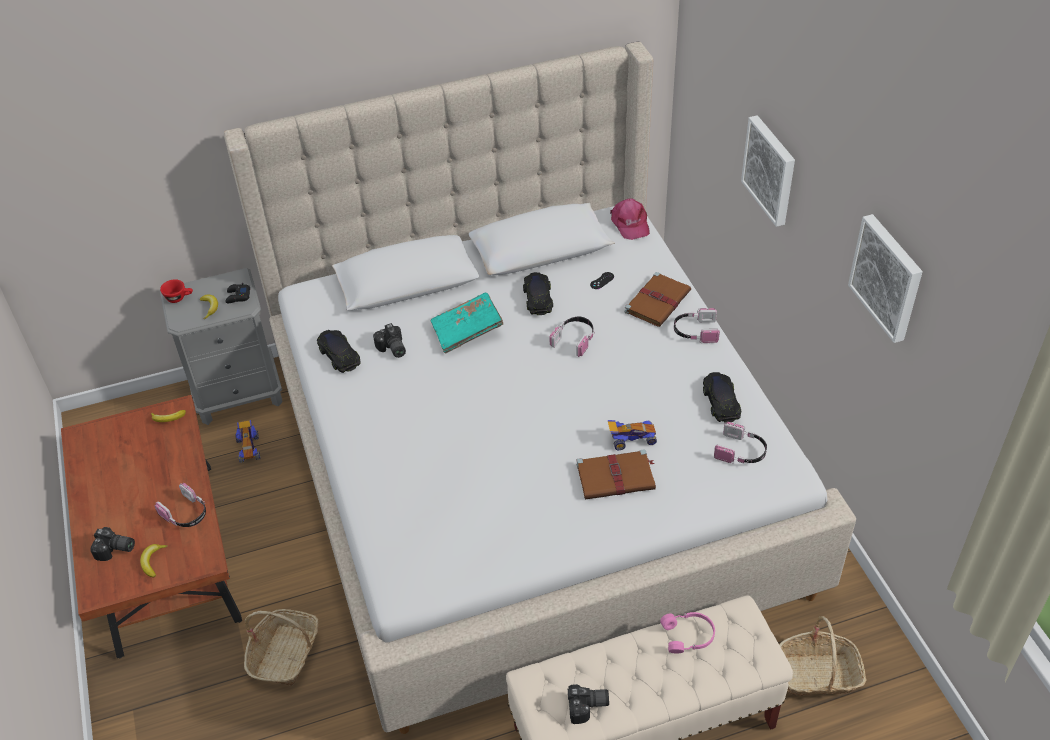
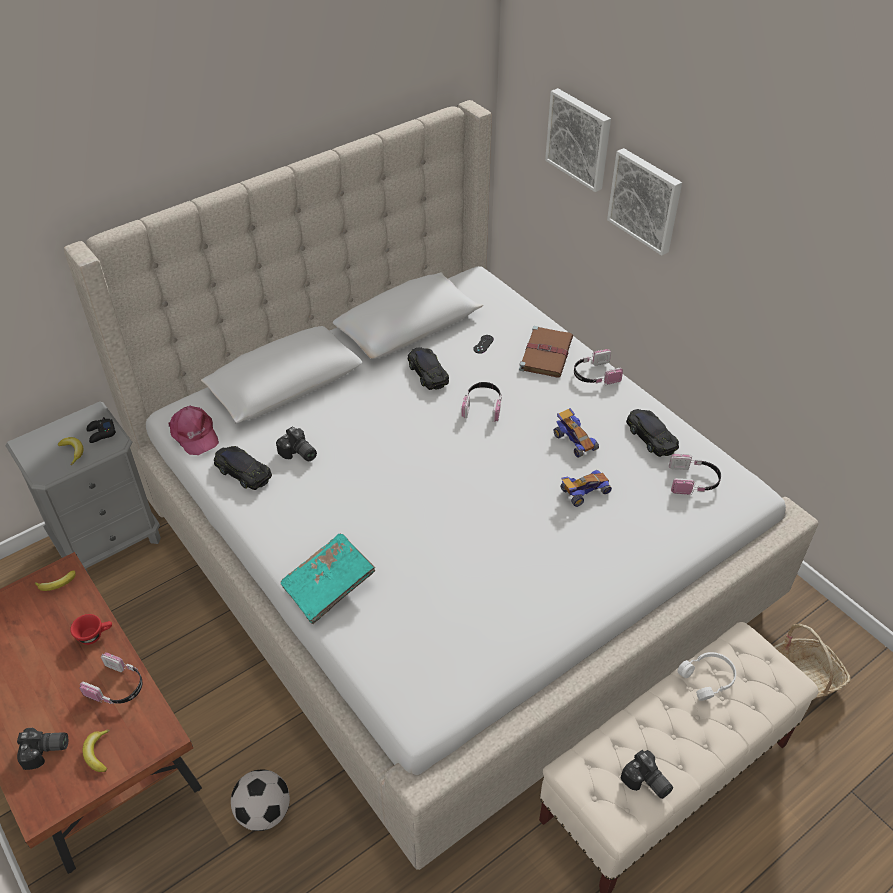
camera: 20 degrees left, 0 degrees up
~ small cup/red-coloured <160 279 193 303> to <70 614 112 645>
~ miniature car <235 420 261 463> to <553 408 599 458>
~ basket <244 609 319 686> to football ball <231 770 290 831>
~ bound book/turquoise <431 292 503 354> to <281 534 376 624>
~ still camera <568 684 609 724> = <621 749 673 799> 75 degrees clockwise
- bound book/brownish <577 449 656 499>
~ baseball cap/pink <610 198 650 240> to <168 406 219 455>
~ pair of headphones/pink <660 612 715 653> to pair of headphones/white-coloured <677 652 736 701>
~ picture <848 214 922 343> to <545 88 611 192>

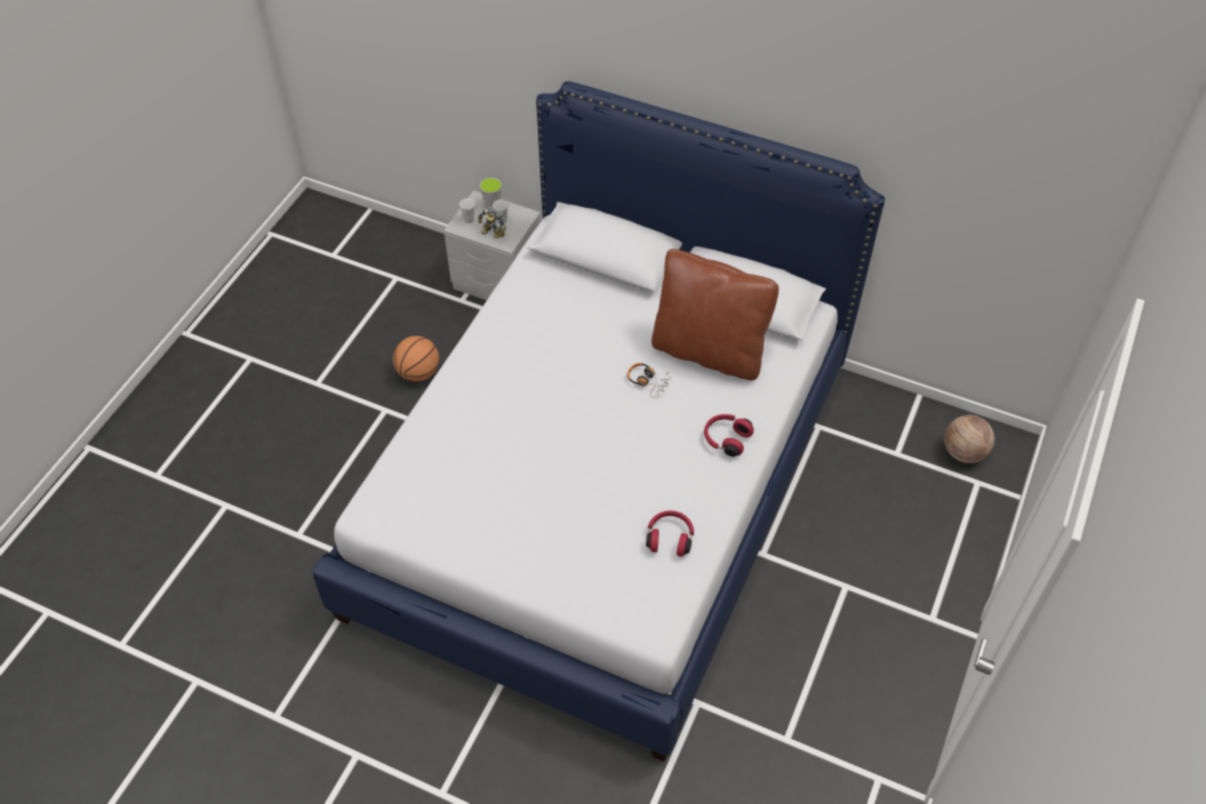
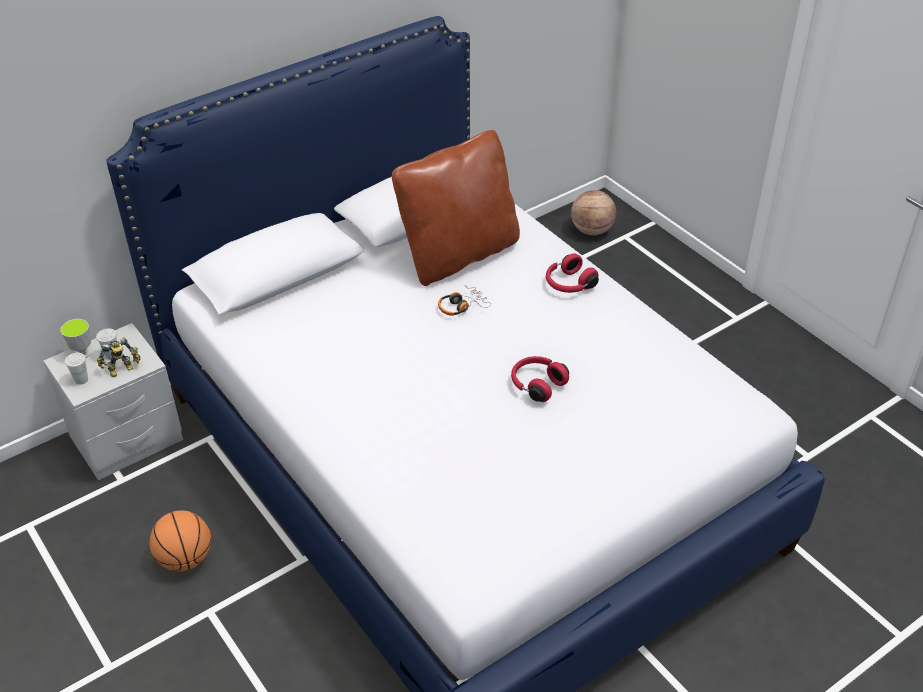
camera: 60 degrees left, 10 degrees down
~ pair of headphones/red-coloured <646 511 694 557> to <511 356 569 402>

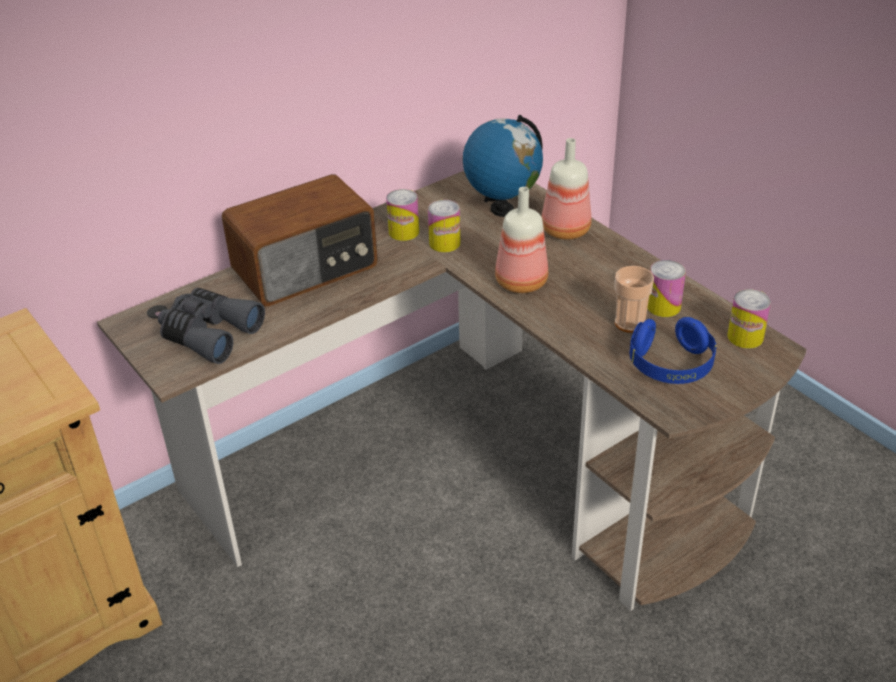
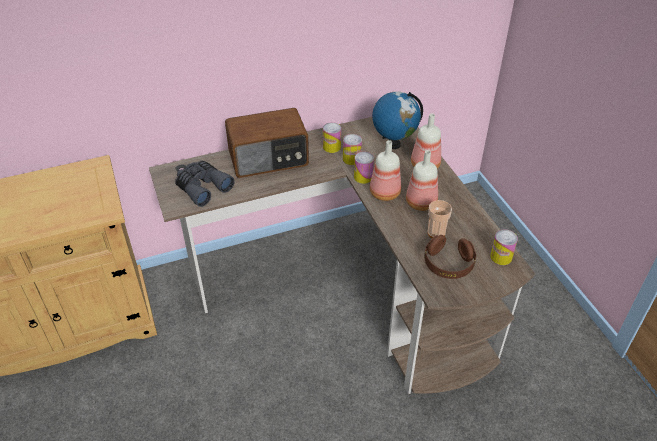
camera: 15 degrees right, 5 degrees up
~ pair of headphones/bluish <629 317 716 384> to pair of headphones/brownish <424 235 476 279>
~ metal can <647 260 686 317> to <354 152 374 184>
+ drink bottle <406 150 438 211>

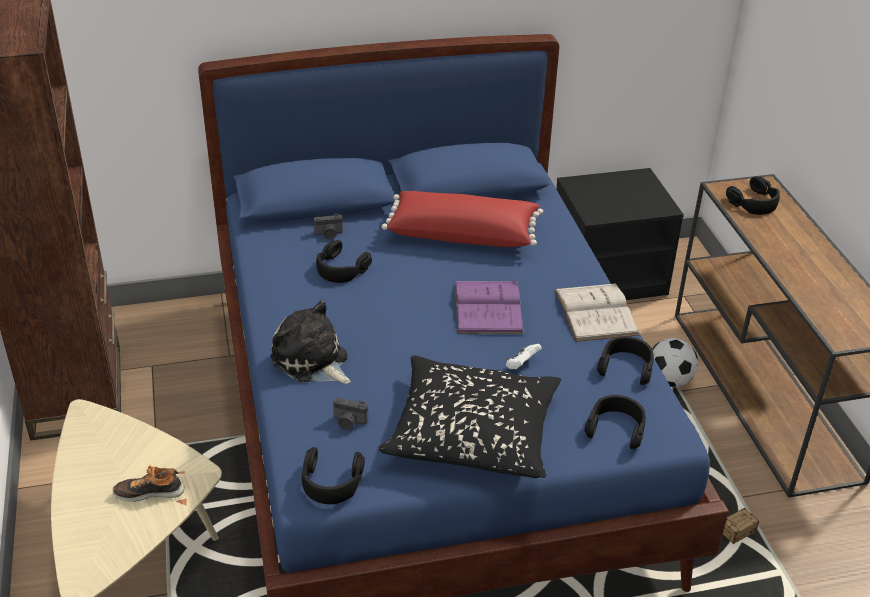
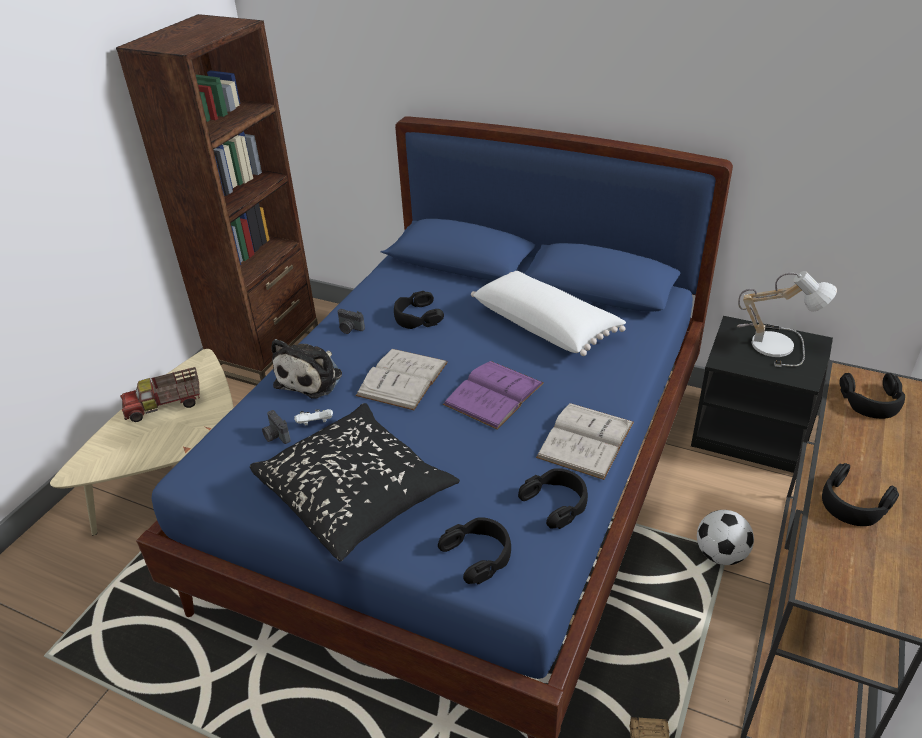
camera: 40 degrees right, 0 degrees up
- item of footwear <113 465 185 502>
~ plush toy <271 301 351 384> = <271 339 342 399> 150 degrees counterclockwise
~ pair of headphones/black <302 447 365 504> to <822 463 899 526>
~ still camera <313 214 343 240> to <338 309 365 334>
~ throw pillow/red-coloured <382 191 543 247> to throw pillow/white-coloured <471 271 626 356>
~ gamepad/white-coloured <506 344 542 370> to <294 409 333 426>
+ model truck <120 367 200 422>
+ bound book/white-coloured <356 349 448 410>
+ table lamp <737 271 837 367>

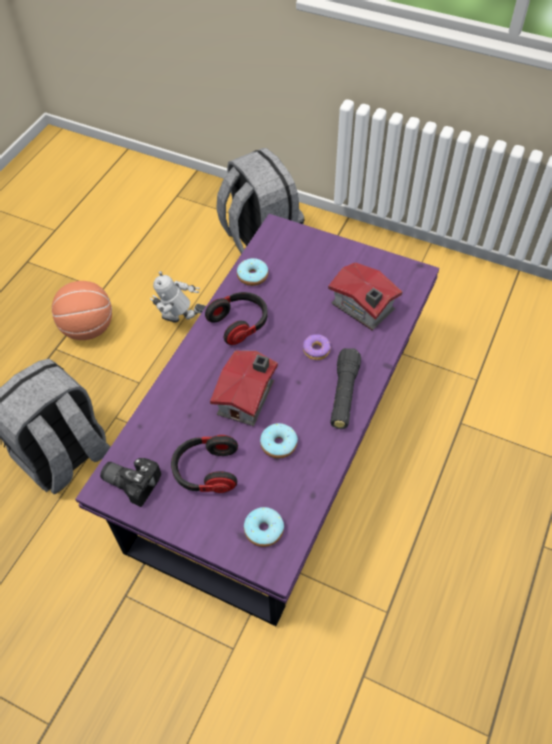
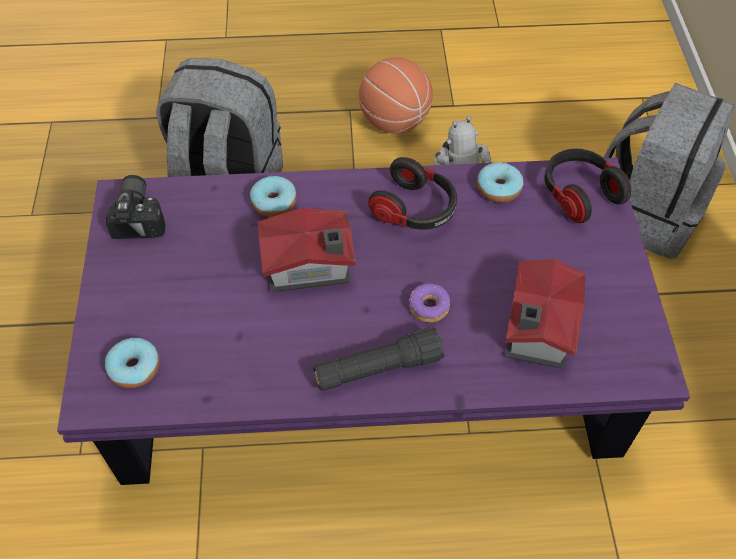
camera: 60 degrees right, 0 degrees up
~ pair of headphones <171 435 238 493> to <545 148 631 223>
~ donut <260 423 298 459> to <250 176 297 217>

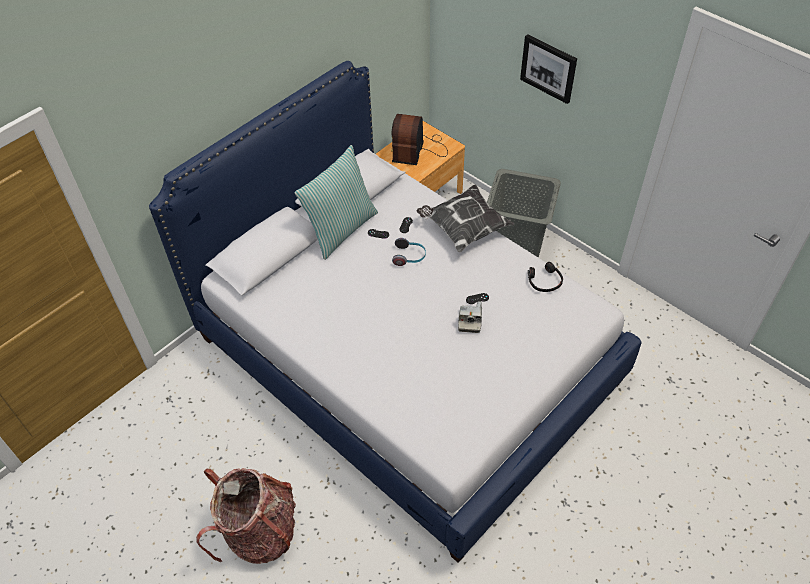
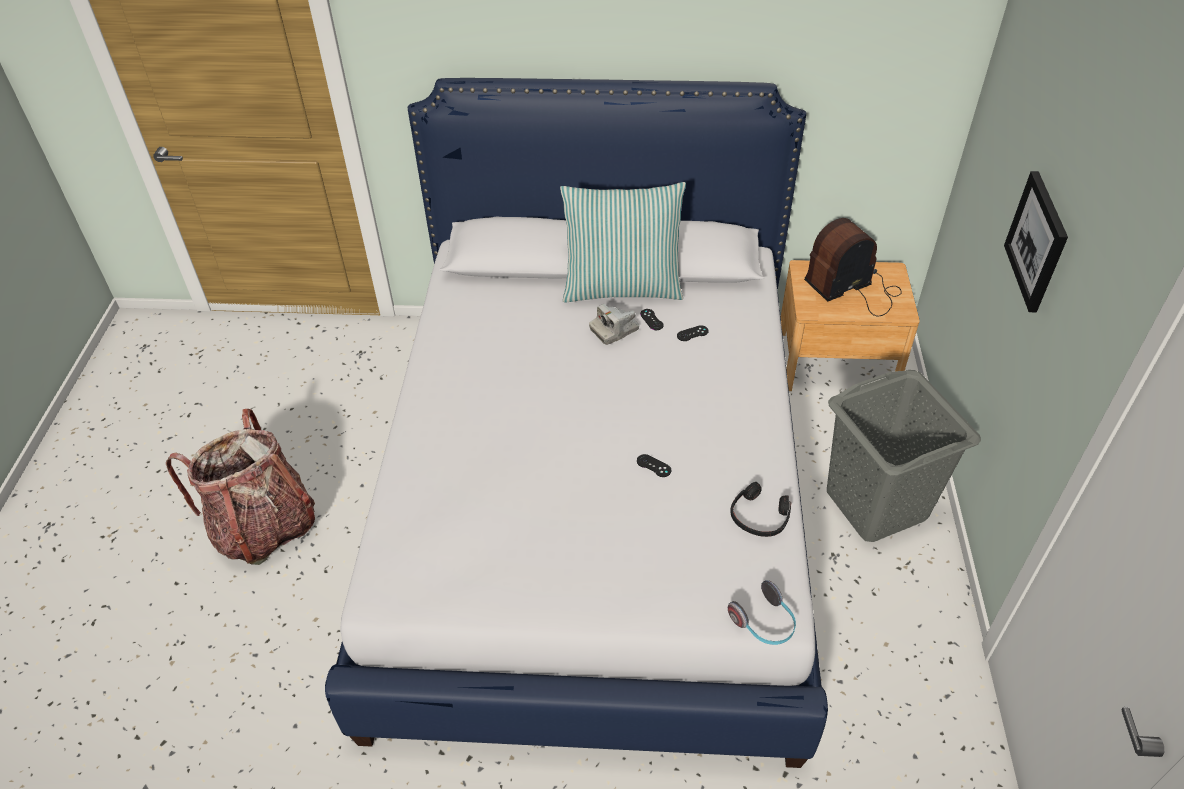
camera: 50 degrees right, 5 degrees down
~ pair of headphones <392 238 426 266> to <728 580 796 645>
- throw pillow <417 185 515 252>
~ still camera <458 301 482 333> to <589 304 639 345>

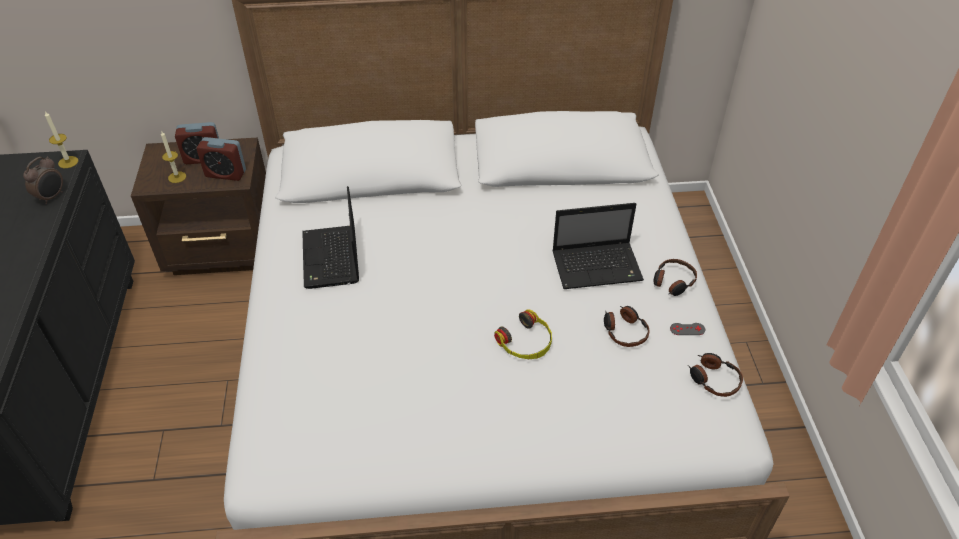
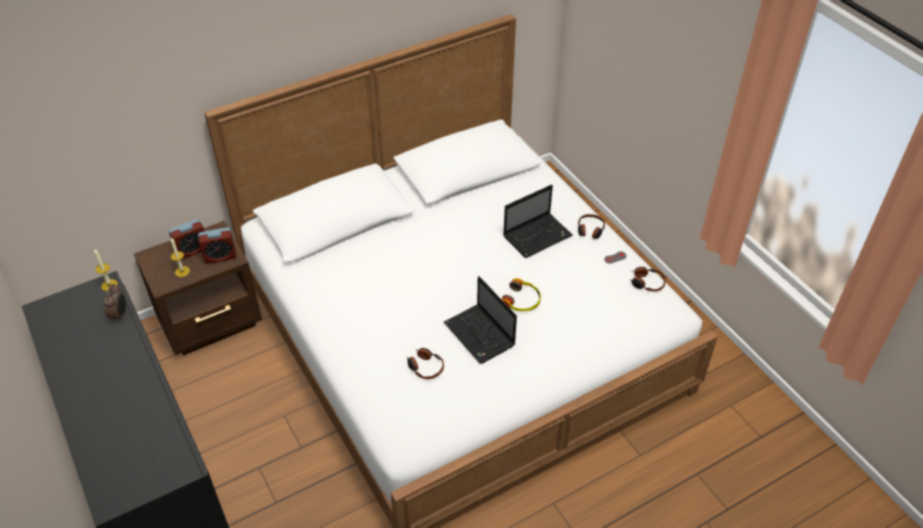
camera: 25 degrees left, 0 degrees up
~ notebook computer <302 186 359 289> to <444 276 517 364>
~ pair of headphones <604 306 649 347> to <407 348 444 379>

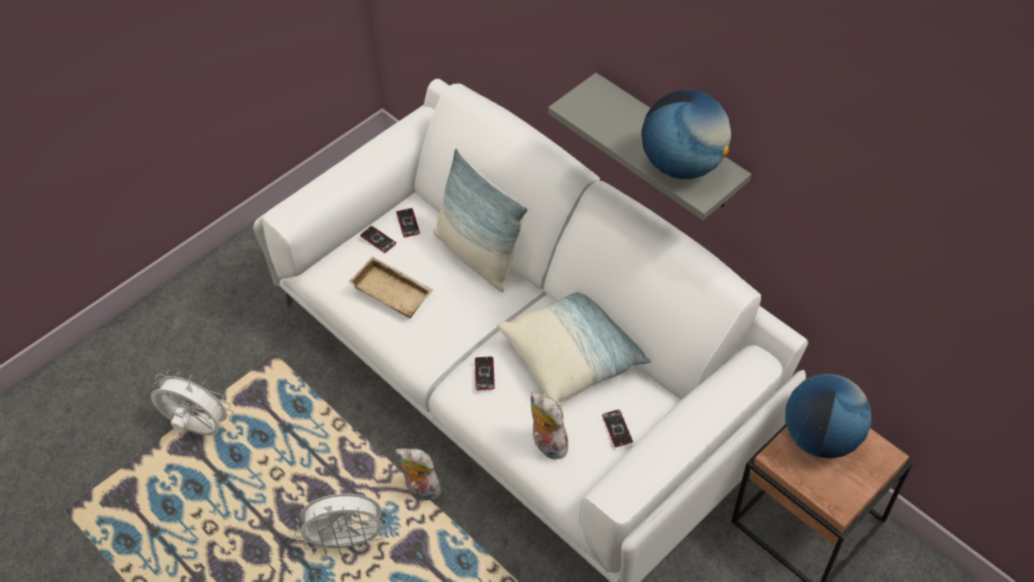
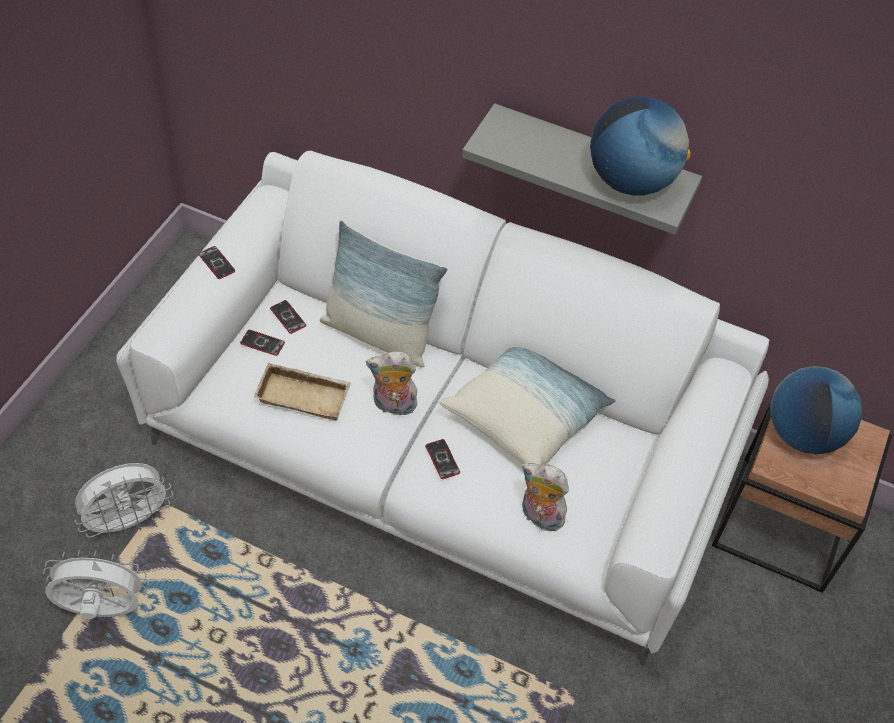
camera: 25 degrees left, 0 degrees up
~ fan/white-coloured <294 494 389 555> to <74 463 173 539>
~ plush toy <396 448 442 500> to <366 352 419 416>
~ handset <602 410 633 447> to <199 246 235 279>

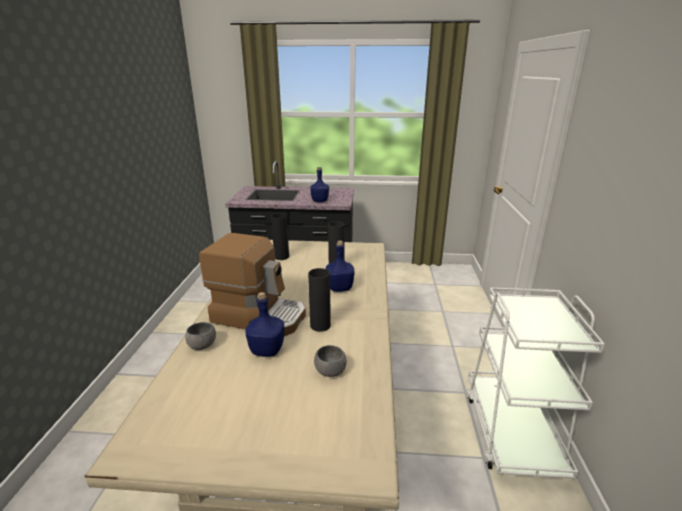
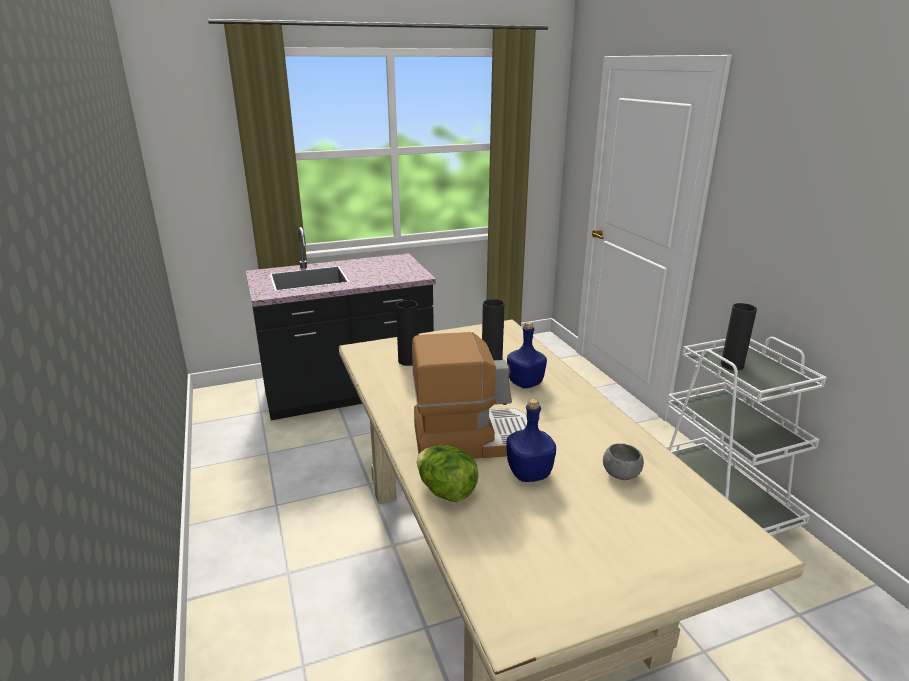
camera: 25 degrees left, 0 degrees up
~ serving bowl/greyish <185 322 216 350> to head of lettuce <417 444 479 502>
~ vase/black <308 268 331 332> to <721 303 757 370>
- drink bottle/bluish <310 167 329 202>

